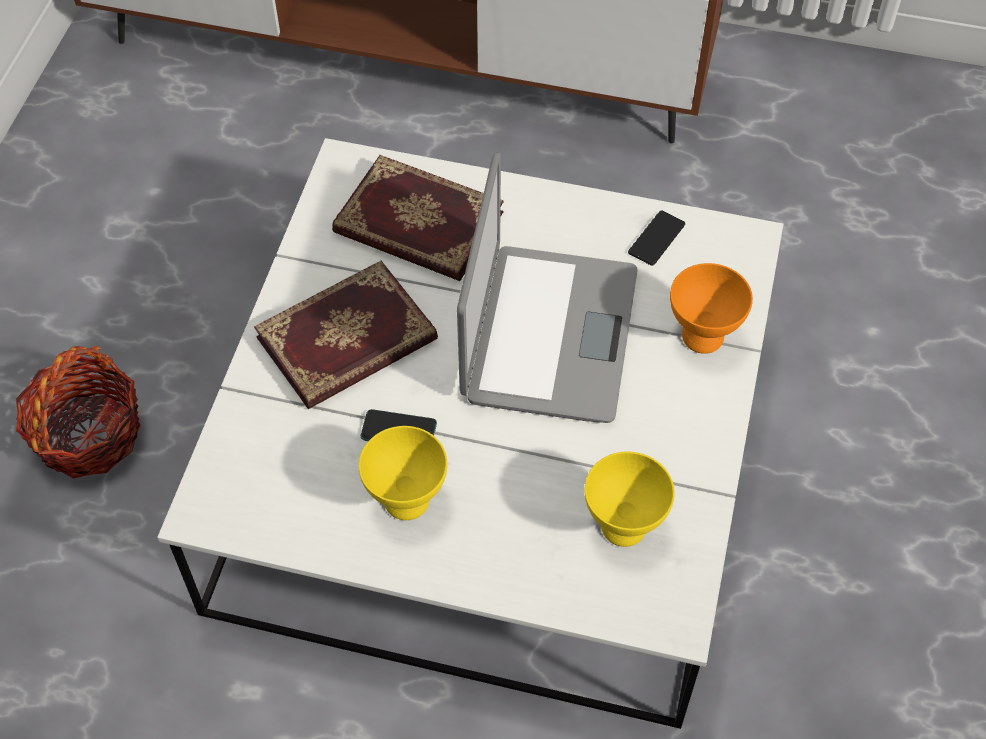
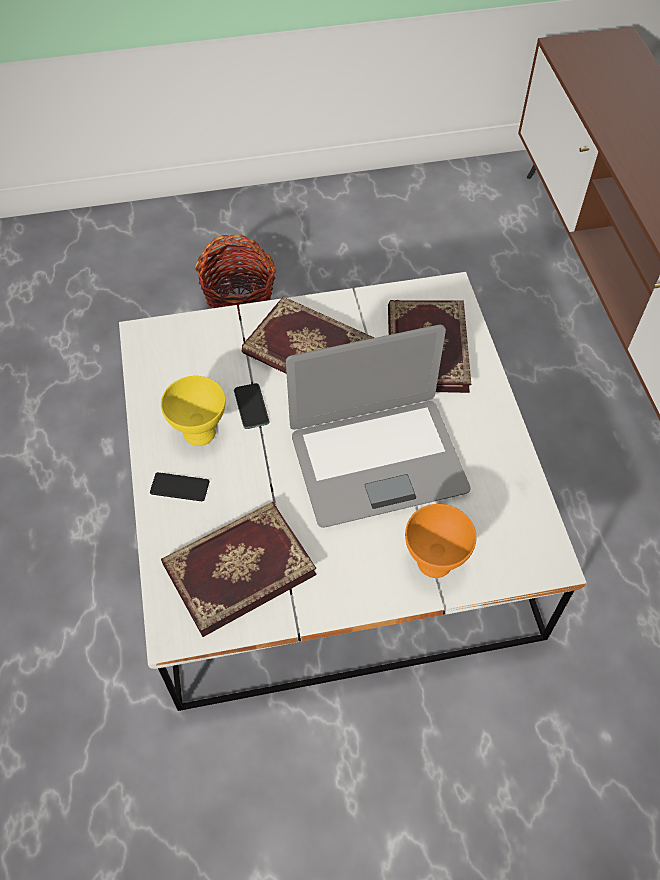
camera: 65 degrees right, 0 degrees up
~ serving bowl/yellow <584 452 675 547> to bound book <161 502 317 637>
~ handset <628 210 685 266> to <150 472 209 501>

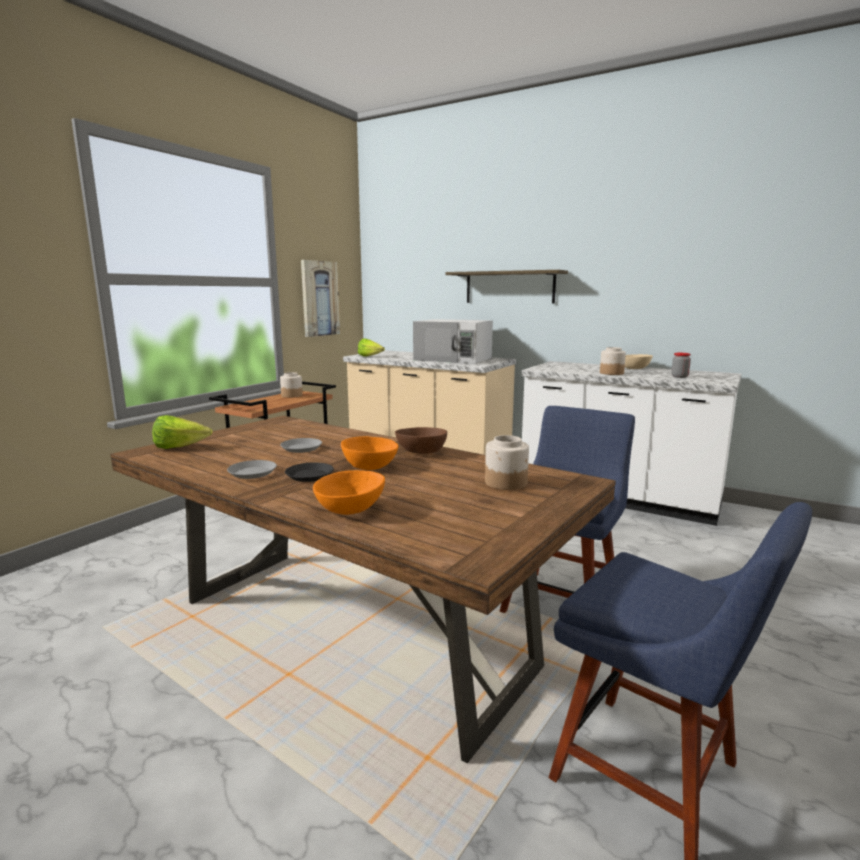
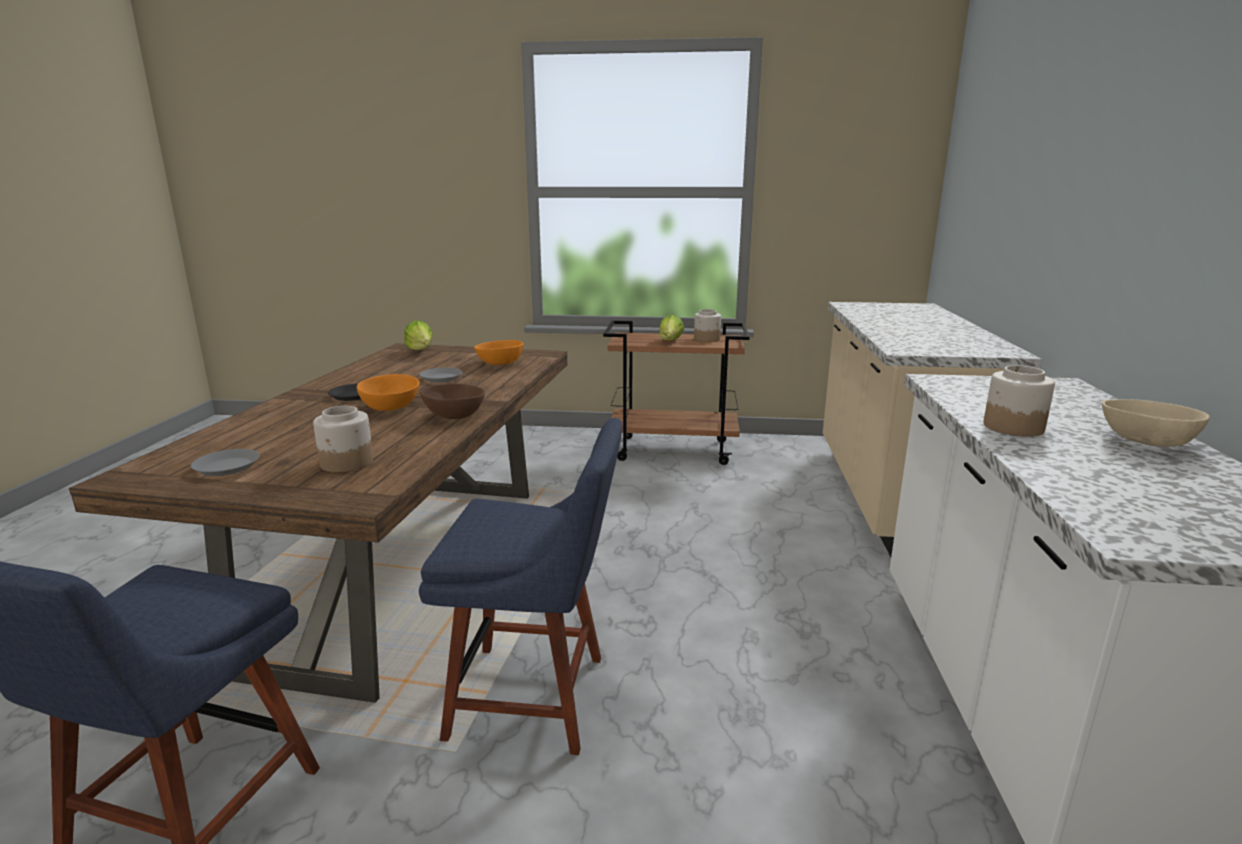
camera: 65 degrees right, 5 degrees up
~ plate/greyish <227 460 277 479> to <191 449 260 476>
- picture <301 260 340 337>
~ serving bowl/orangey <313 470 385 515> to <474 340 524 365>
~ head of lettuce <358 338 385 357> to <659 315 684 340>
- microwave/white-coloured <413 319 493 363>
- wall shelf <445 270 568 304>
- jar <671 353 691 378>

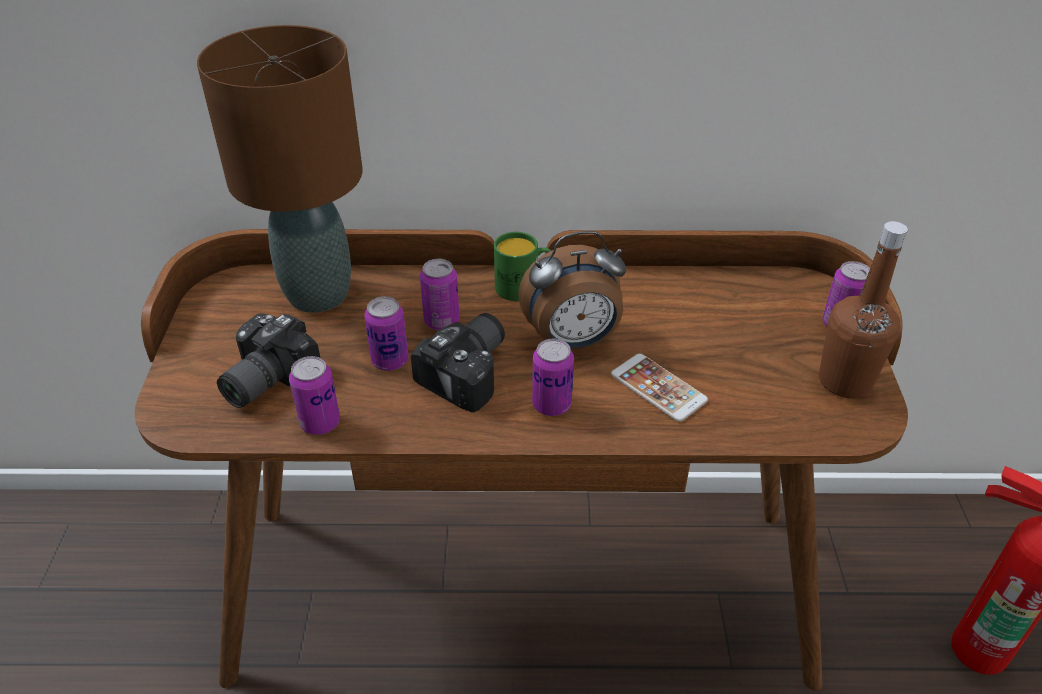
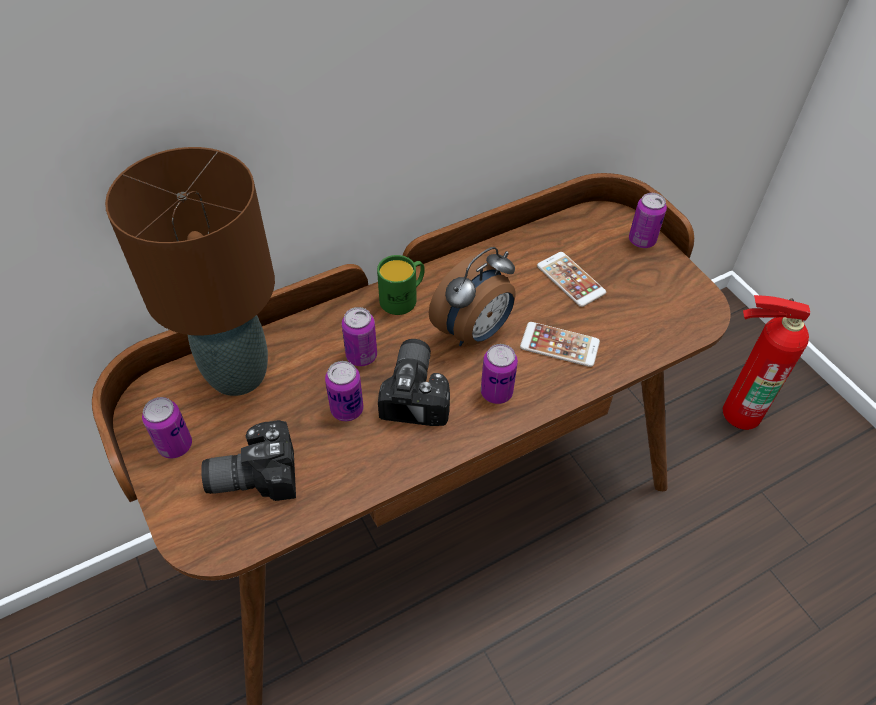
camera: 30 degrees left, 10 degrees up
~ still camera <217 313 320 408> = <201 420 296 501> 75 degrees clockwise
~ metal can <289 356 340 435> to <142 397 192 459>
- drink bottle/brownish <819 221 908 398>
+ handset <537 252 606 307>

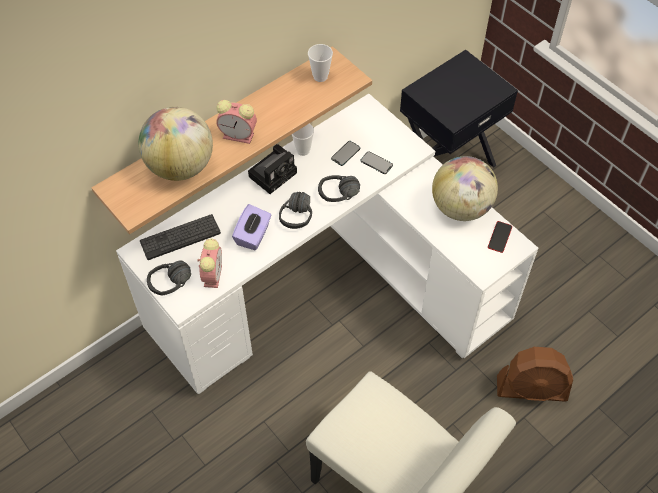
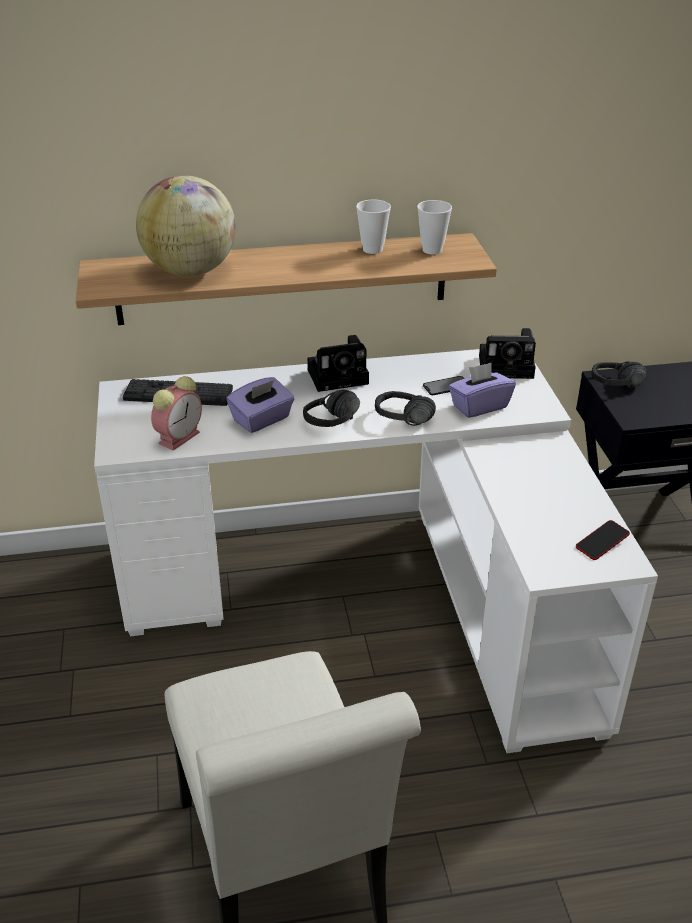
camera: 30 degrees right, 20 degrees down
~ pair of headphones/black <147 260 191 296> to <591 361 647 388>
- alarm clock <216 100 257 144>
~ small cup <292 124 314 156> to <356 200 391 254>
~ handset <361 151 393 174> to box of tissues/purple <449 362 516 418>
- world globe <432 156 498 221>
- fan/brownish <497 347 573 401>
+ still camera <479 328 536 379>

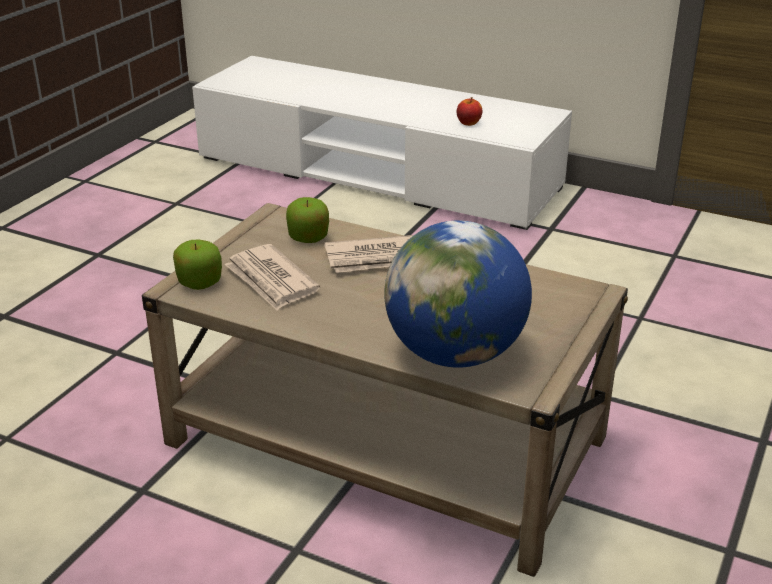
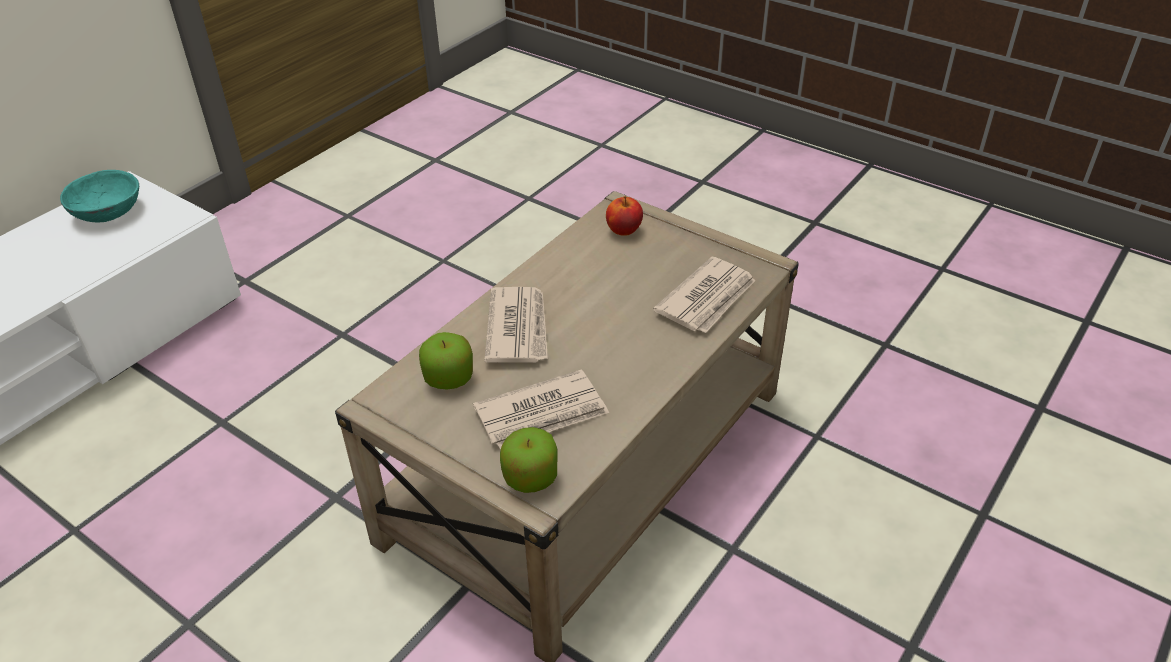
camera: 80 degrees left, 10 degrees up
~ world globe <384 220 532 368> to newspaper <653 257 755 333>
~ whole apple <457 97 482 126> to <606 196 643 236>
+ serving bowl/turquoise <60 170 139 222>

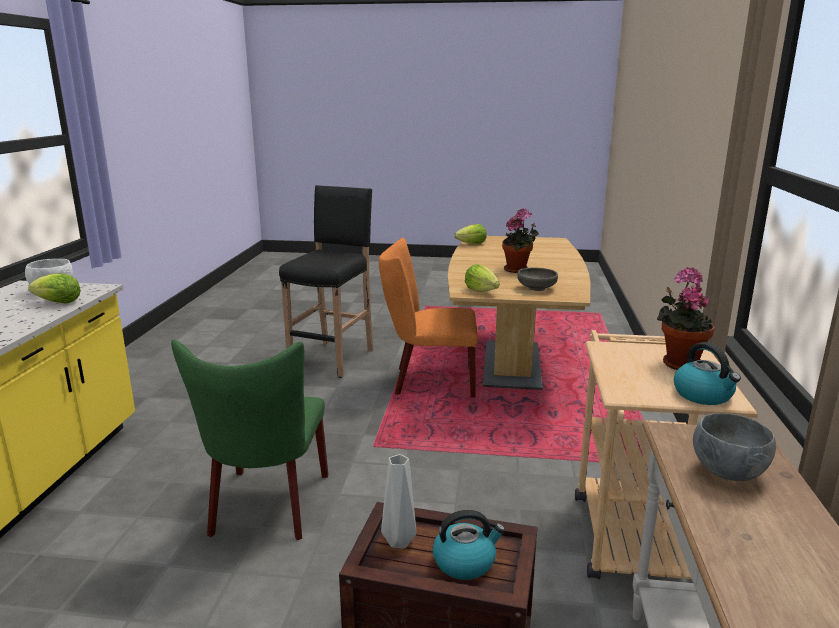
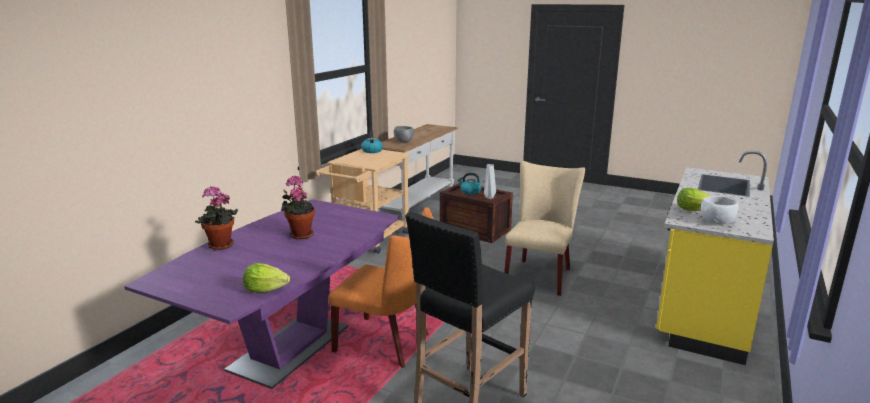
camera: 160 degrees left, 0 degrees up
~ upright chair/greenish <171 340 328 540> to upright chair/sand-coloured <504 161 585 296>
~ kitchen table/brownish <448 236 590 390> to kitchen table/purple <124 199 399 389>
- head of lettuce <465 264 500 292>
- serving bowl/greyish <517 268 558 291>
~ plant in a pot <657 267 715 370> to <195 186 238 250>

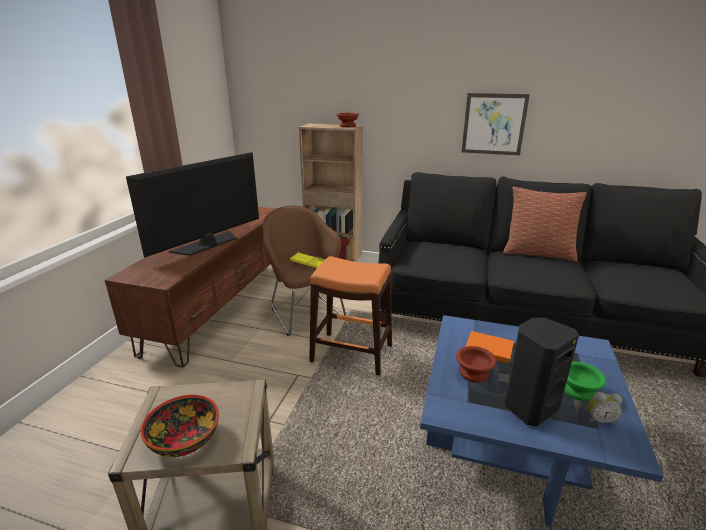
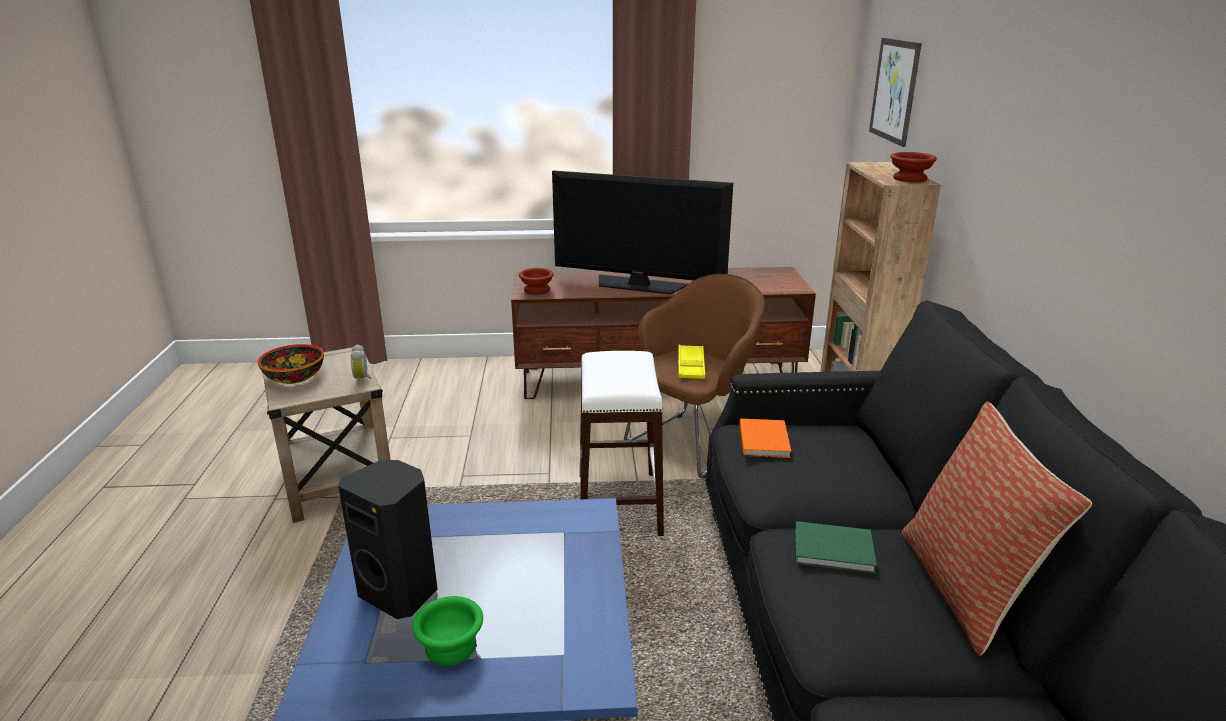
camera: 70 degrees right, 0 degrees up
~ stool/orangey <309 256 392 376> to stool/white-coloured <580 351 664 536>
~ serving bowl/brownish <456 346 496 383> to <519 268 554 295>
~ picture <462 93 530 155> to <869 38 922 147>
~ bound book/orangey <465 331 514 363> to <739 419 792 458>
~ alarm clock <588 392 622 425> to <351 344 371 385>
+ bound book/greenish <795 521 877 573>

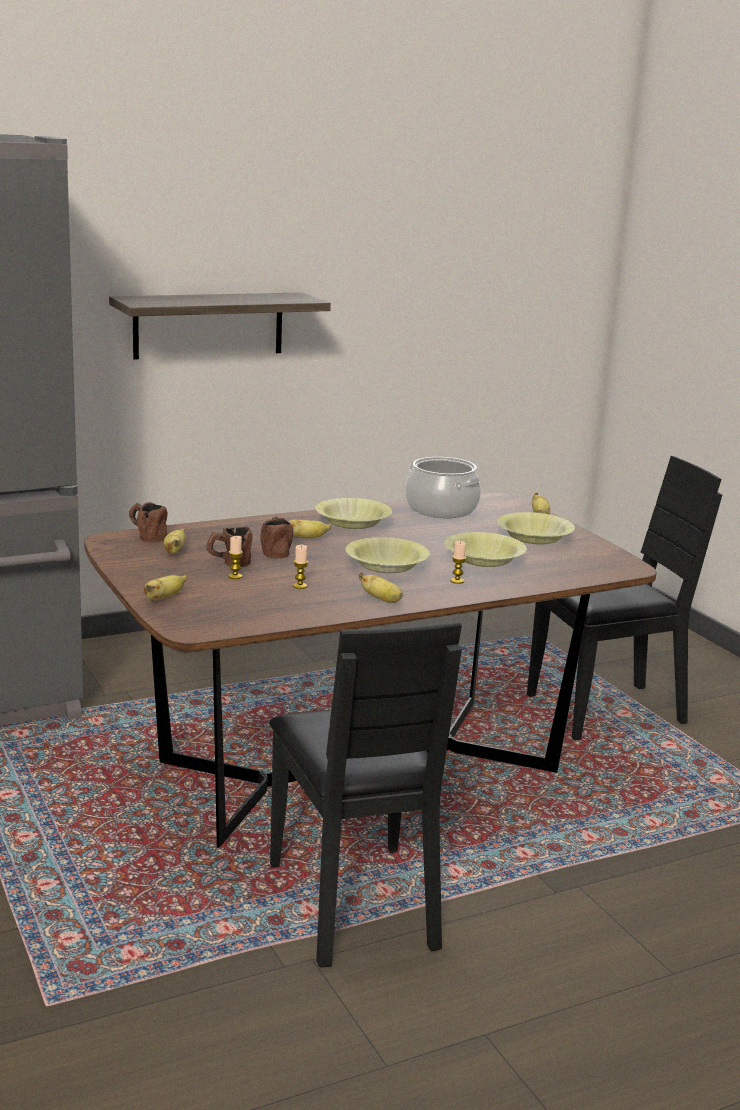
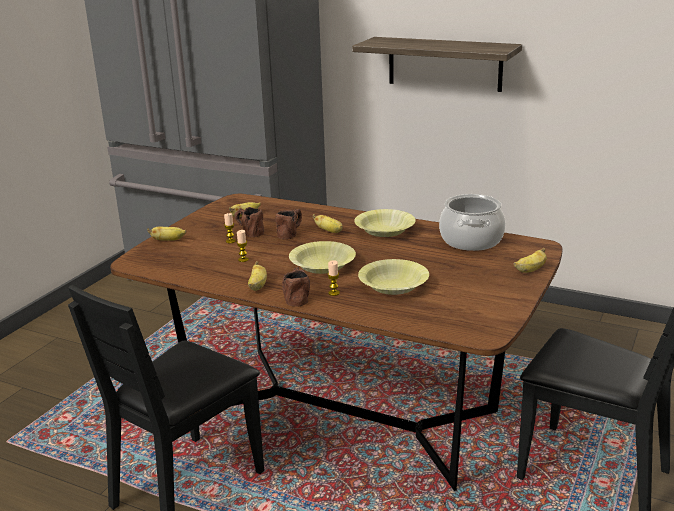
camera: 55 degrees right, 5 degrees up
~ mug/brownish <129 502 168 542> to <282 267 310 307>
- serving bowl/yellow <497 512 575 544>

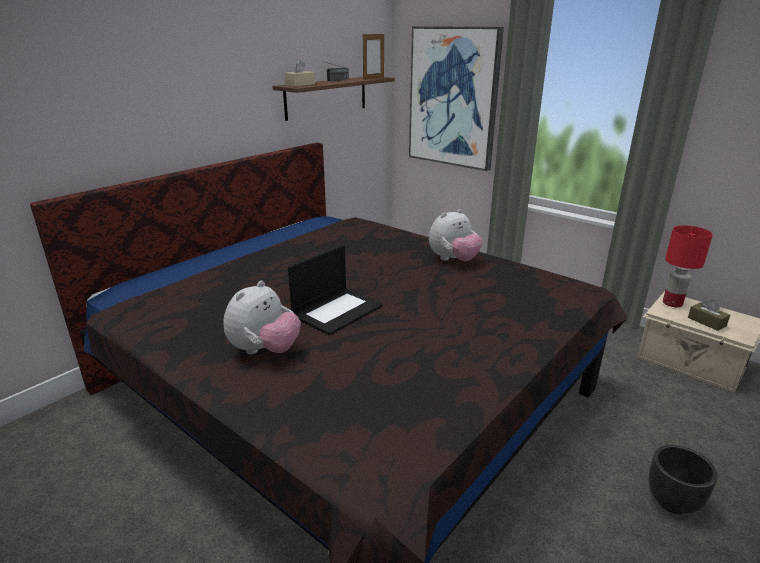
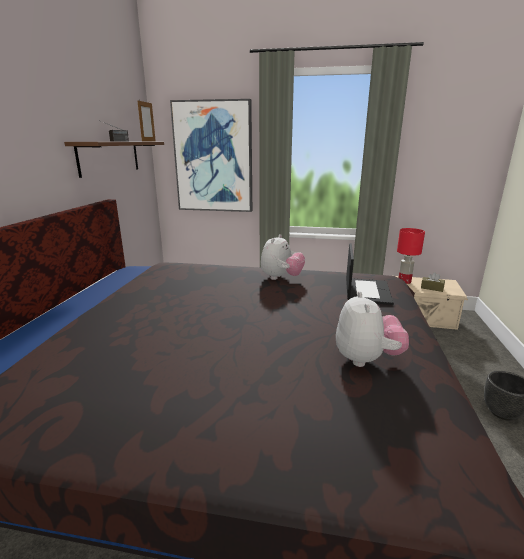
camera: 30 degrees left, 5 degrees down
~ plush toy <223 281 301 354> to <336 292 409 367>
- box of tissues/sand-coloured <284 60 315 86>
~ notebook computer <288 244 383 336> to <346 243 394 305>

